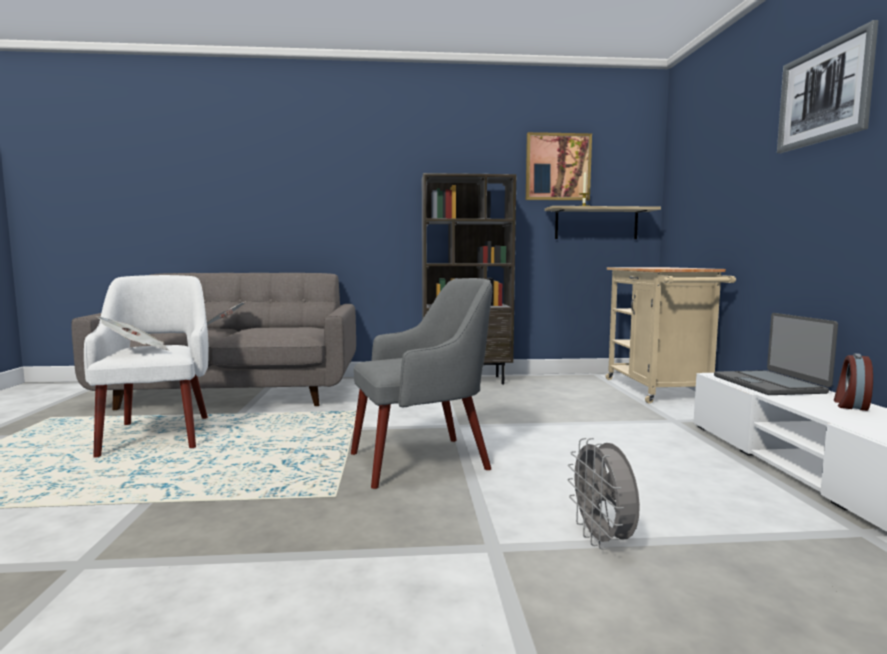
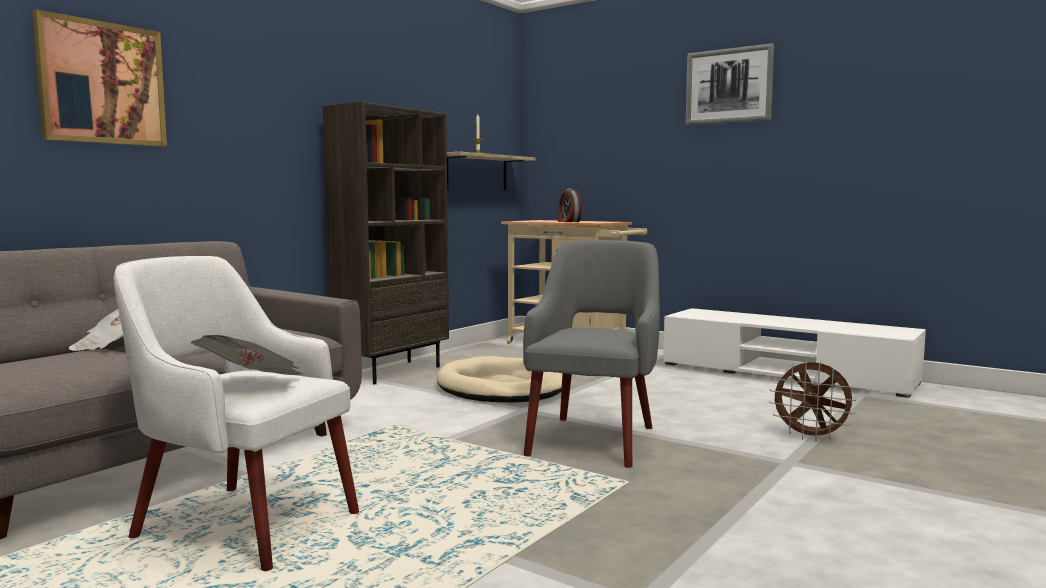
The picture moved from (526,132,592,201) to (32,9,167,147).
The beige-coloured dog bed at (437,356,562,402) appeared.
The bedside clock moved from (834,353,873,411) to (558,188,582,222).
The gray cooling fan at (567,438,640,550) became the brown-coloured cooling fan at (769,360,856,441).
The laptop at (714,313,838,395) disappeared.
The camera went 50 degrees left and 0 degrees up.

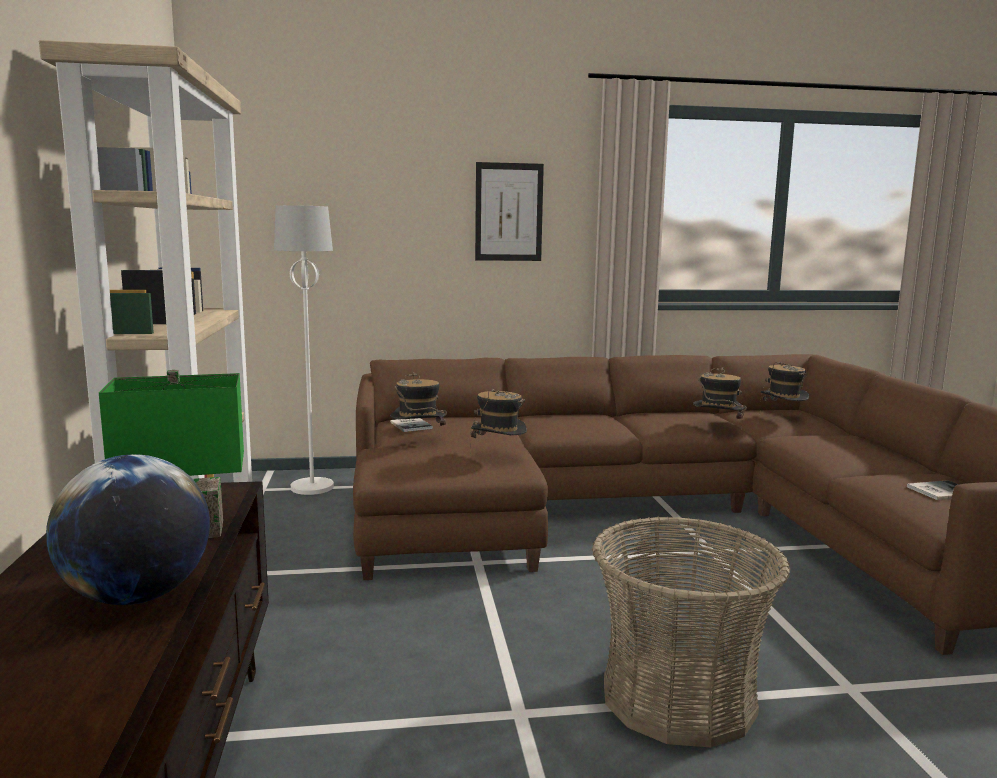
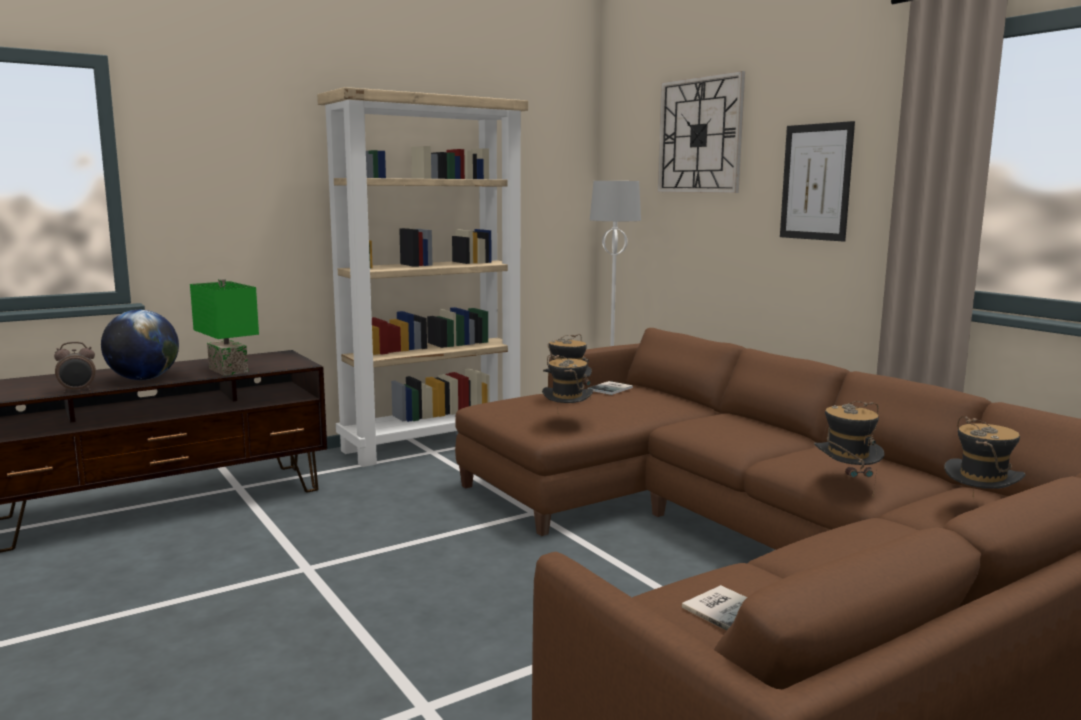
The bedside clock at (54,342,96,393) appeared.
The wall clock at (658,71,745,193) appeared.
The household basket at (592,516,790,747) disappeared.
The camera went 65 degrees right and 0 degrees up.

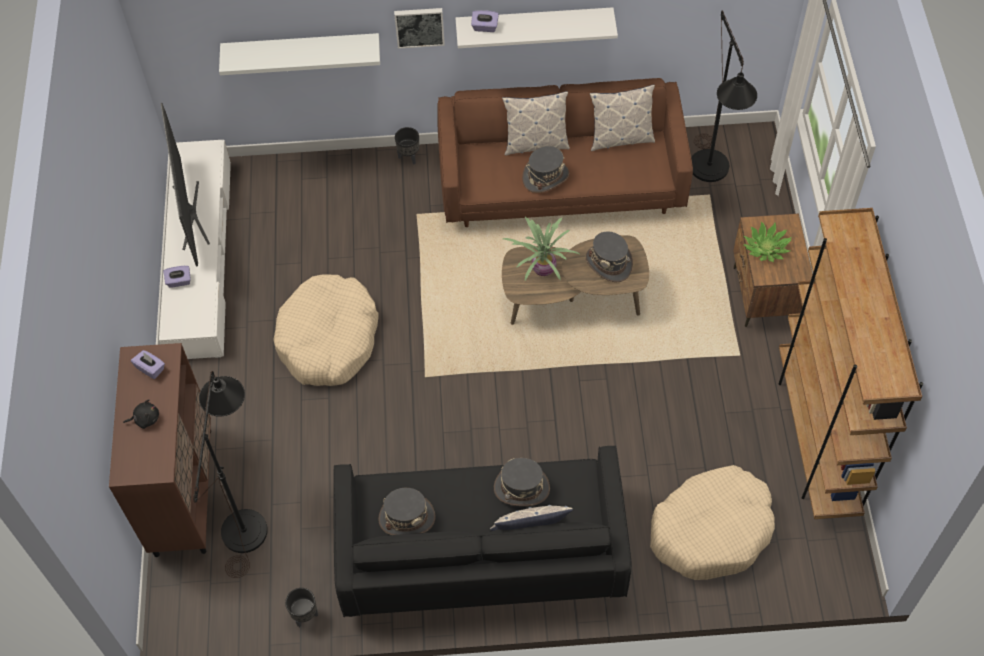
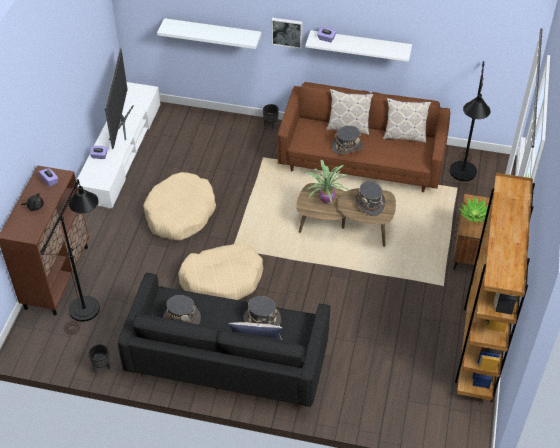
The beige-coloured dog bed moved from (650,465,775,580) to (178,244,263,300).
The camera went 15 degrees right and 10 degrees down.

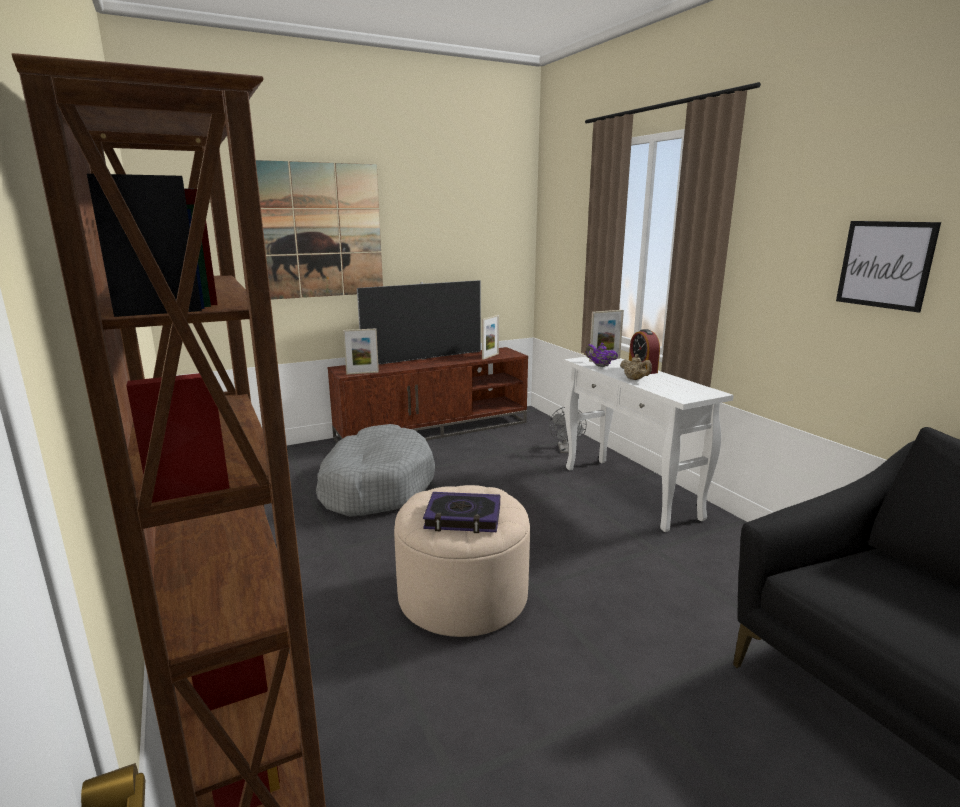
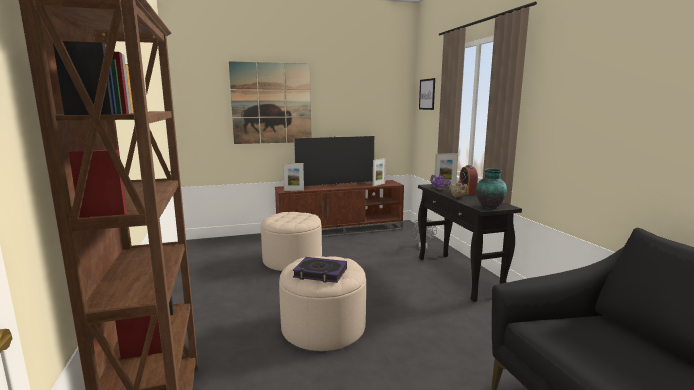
The gray dog bed at (316,424,435,517) was replaced by the beige-coloured footrest at (261,212,322,271).
The whitish narrow table at (564,357,734,532) became the blackish narrow table at (418,184,522,302).
The picture moved from (836,221,941,313) to (419,78,435,110).
The flower vase at (476,168,507,209) appeared.
The camera went 10 degrees right and 5 degrees down.

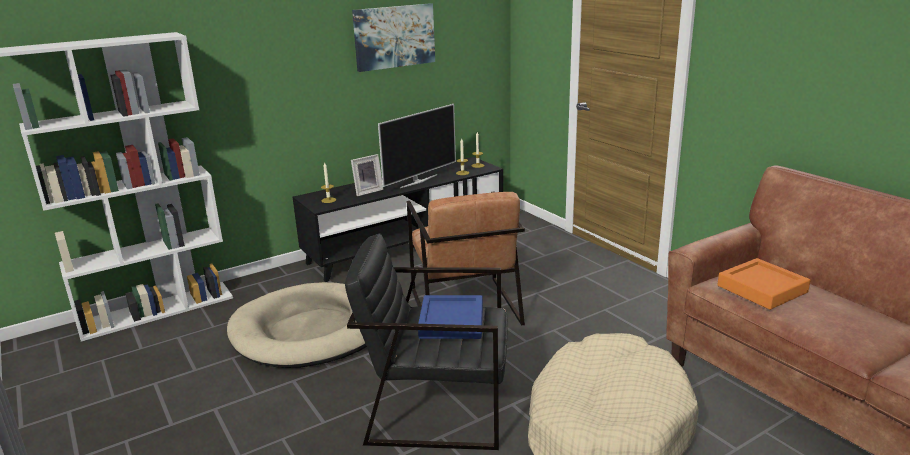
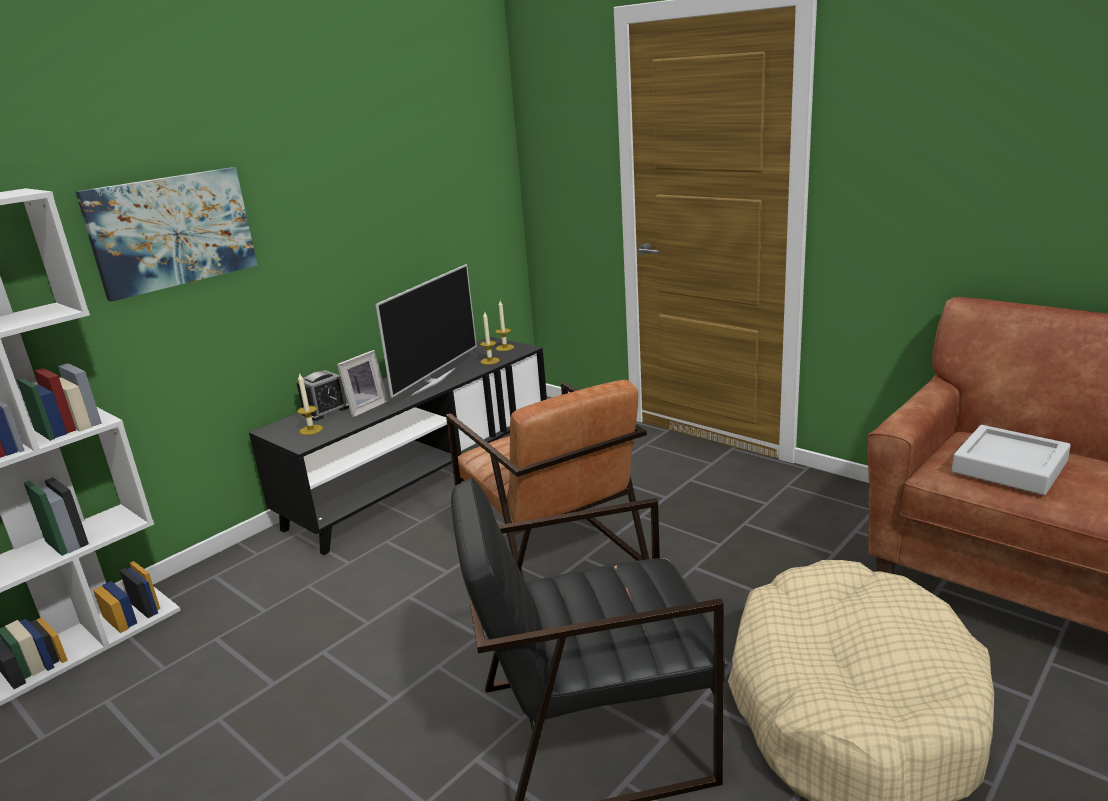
The picture moved from (352,3,435,72) to (75,167,257,302).
The bedside clock at (297,370,349,421) appeared.
The orange carrying tray at (717,258,811,310) became the gray carrying tray at (952,425,1071,495).
The beige-coloured dog bed at (227,282,367,368) disappeared.
The bluish carrying tray at (418,295,483,339) disappeared.
The camera went 15 degrees left and 0 degrees up.

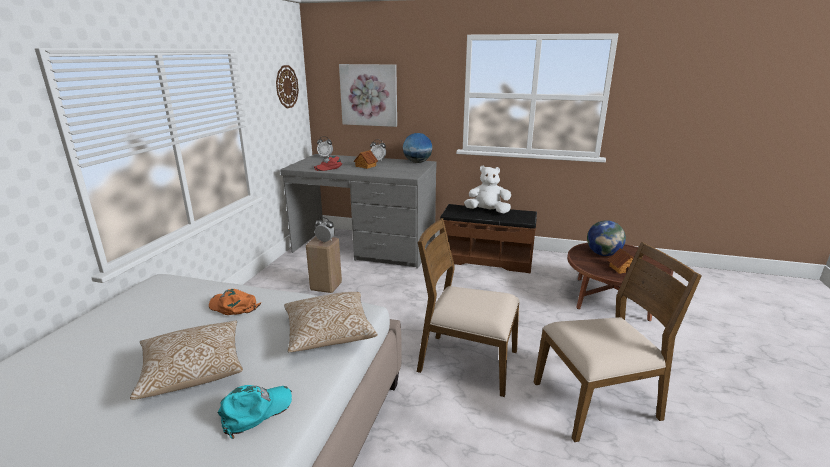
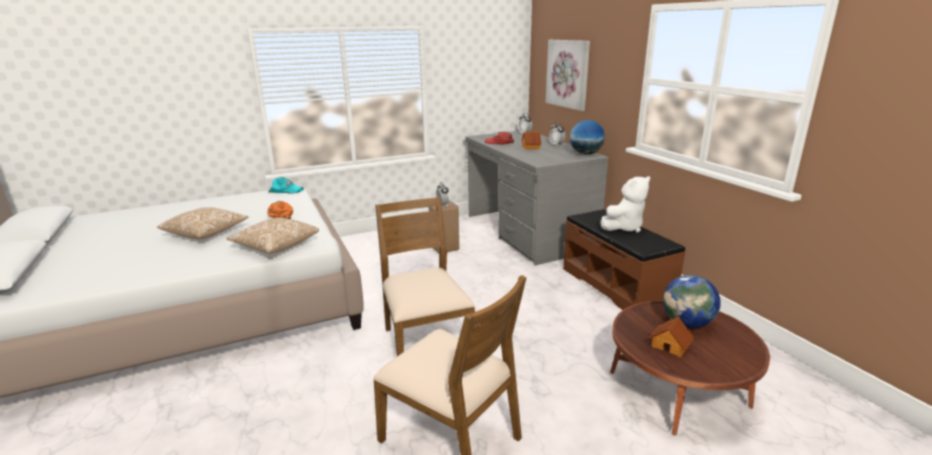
The turquoise cap moved from (217,385,292,439) to (268,177,304,194).
The whitish plush toy at (464,165,511,213) turned 90 degrees clockwise.
The wall clock at (276,65,299,108) disappeared.
The camera went 50 degrees right and 0 degrees up.

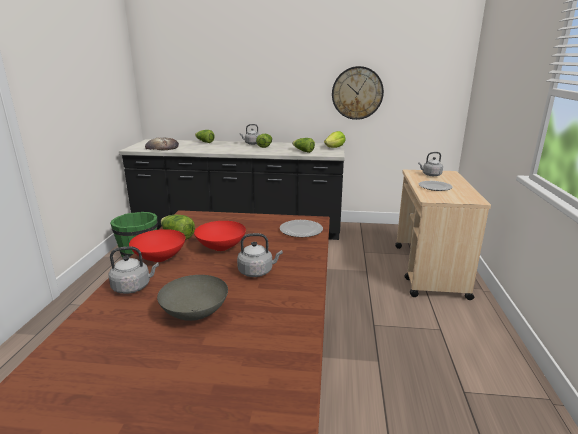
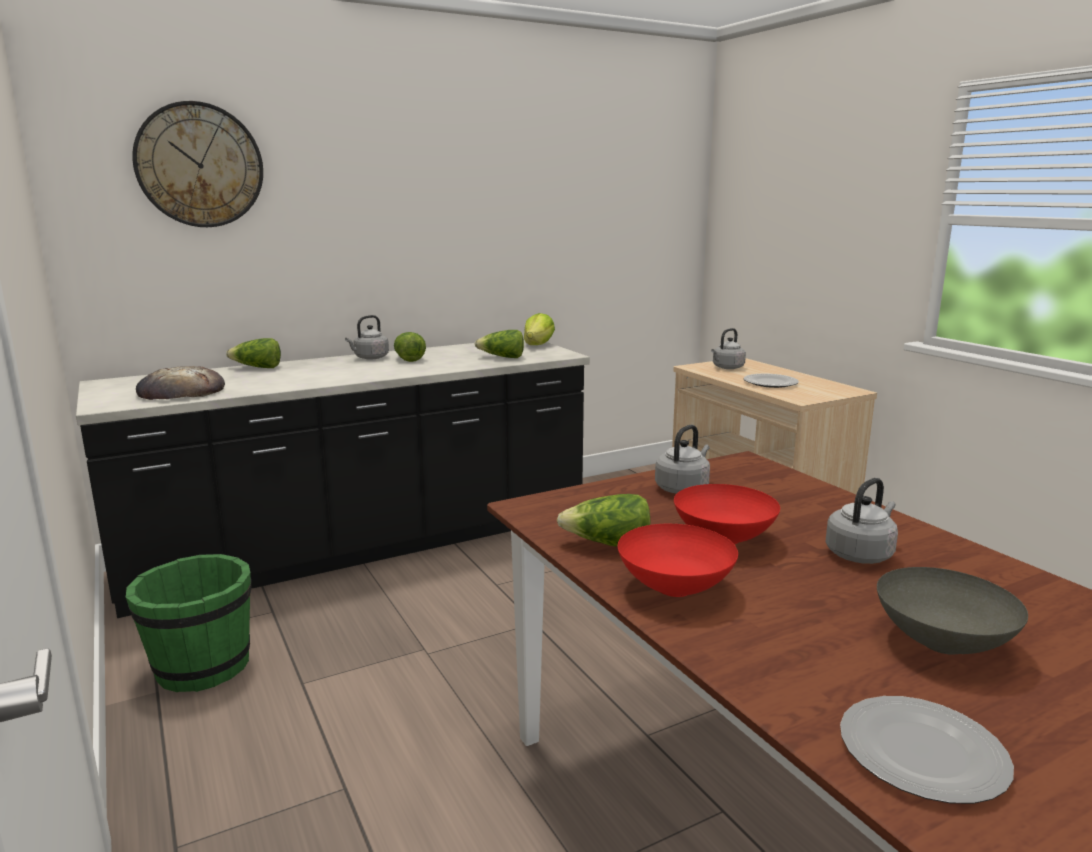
The wall clock moved from (332,66,384,120) to (132,101,263,227).
The gray tea kettle moved from (108,246,159,294) to (655,424,710,494).
The flat dish moved from (280,220,323,237) to (840,696,1014,804).
The camera went 35 degrees left and 5 degrees down.

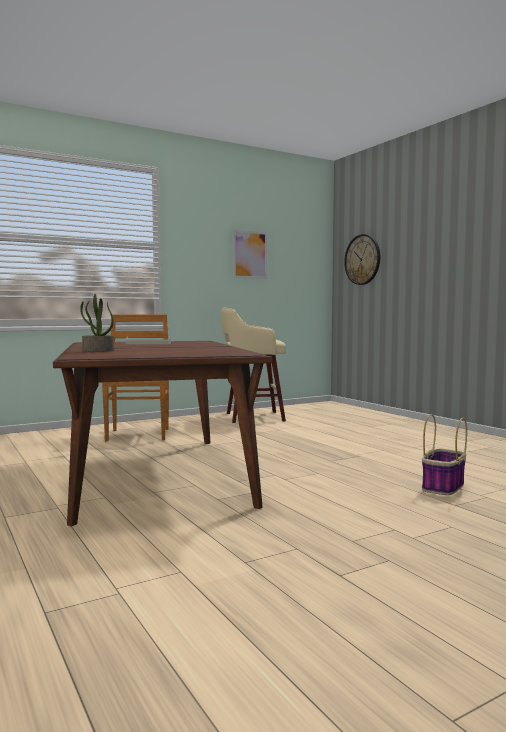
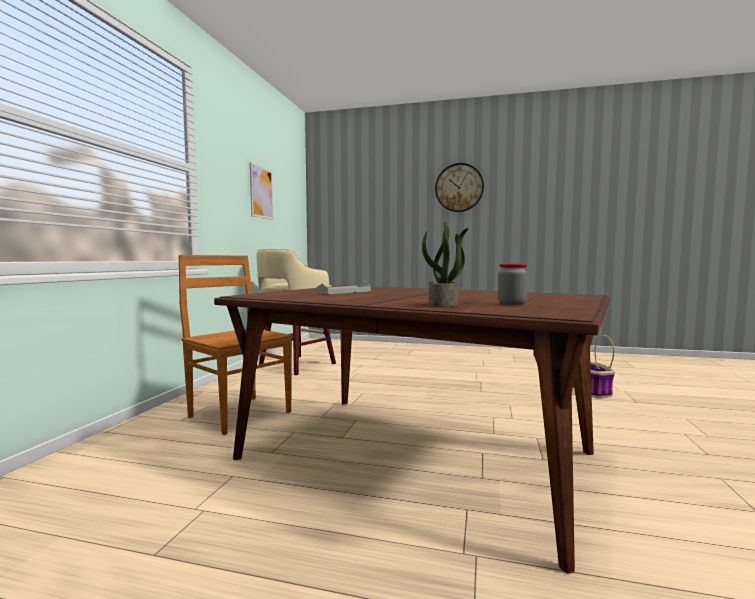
The wall clock moved from (344,234,380,285) to (435,163,484,212).
The jar at (498,263,528,305) appeared.
The camera went 45 degrees left and 0 degrees up.

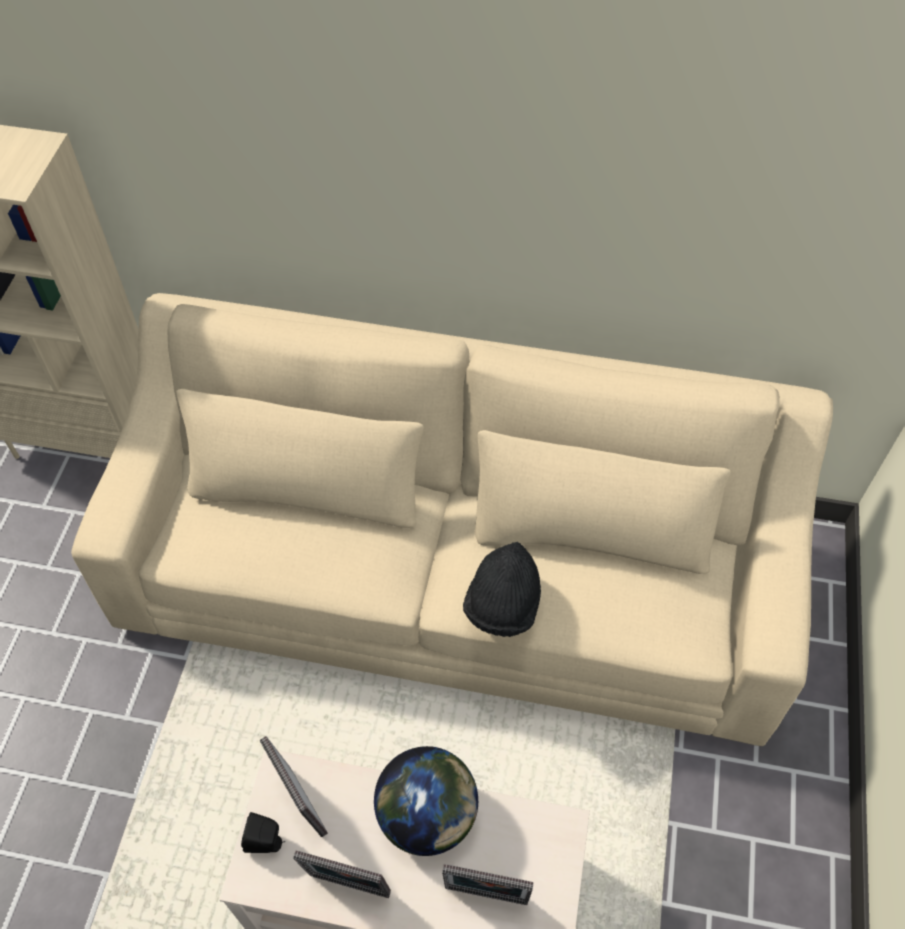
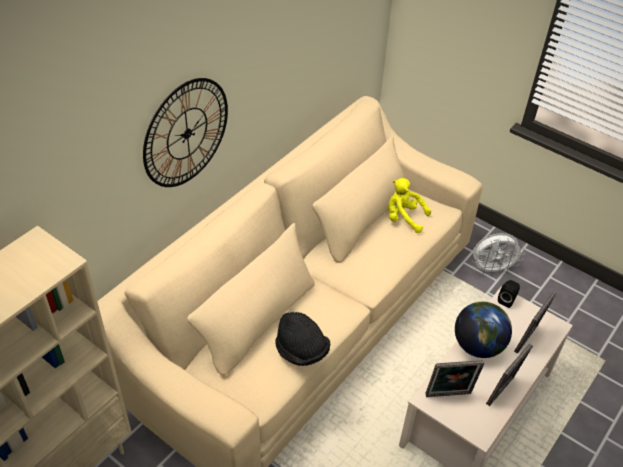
The wall clock at (143,78,228,187) appeared.
The blackish wearable hat moved from (463,542,541,637) to (275,312,330,366).
The yellow plush toy at (388,178,431,233) appeared.
The whitish cooling fan at (472,233,525,275) appeared.
The blackish speaker moved from (241,812,286,853) to (498,280,520,308).
The camera went 65 degrees left and 10 degrees down.

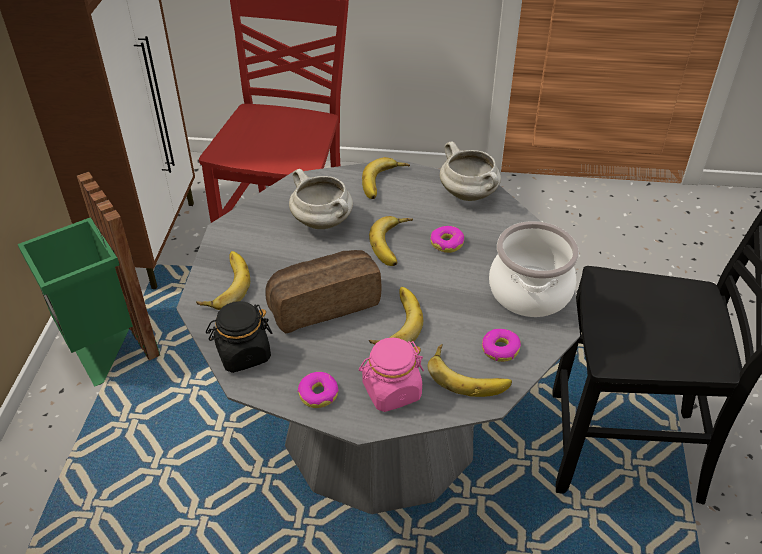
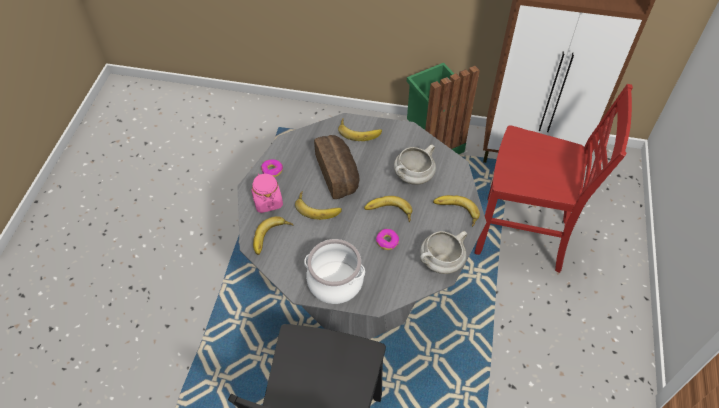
The blackish jar at (206,301,272,373) disappeared.
The ring doughnut at (482,329,521,362) disappeared.
The camera went 95 degrees right and 10 degrees up.

